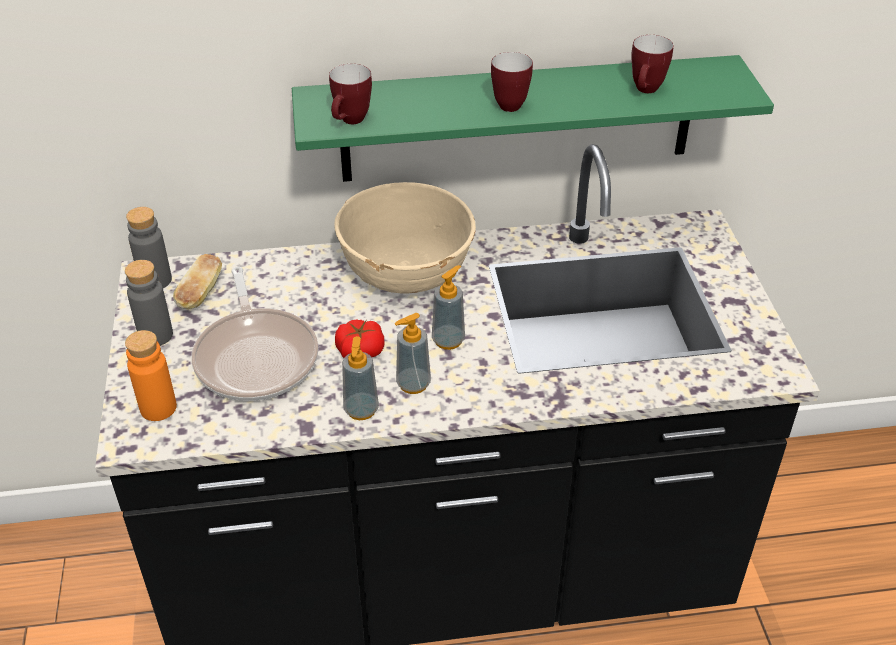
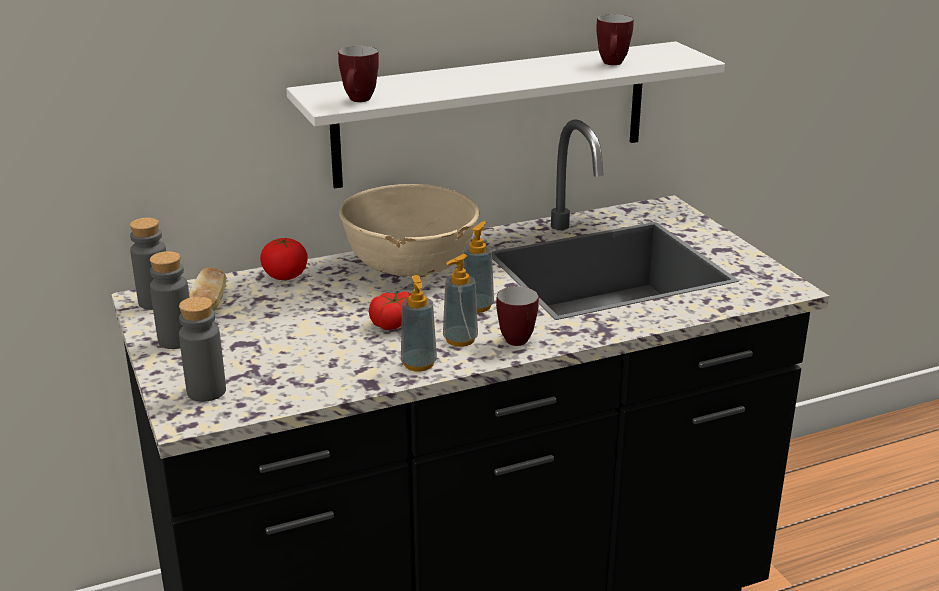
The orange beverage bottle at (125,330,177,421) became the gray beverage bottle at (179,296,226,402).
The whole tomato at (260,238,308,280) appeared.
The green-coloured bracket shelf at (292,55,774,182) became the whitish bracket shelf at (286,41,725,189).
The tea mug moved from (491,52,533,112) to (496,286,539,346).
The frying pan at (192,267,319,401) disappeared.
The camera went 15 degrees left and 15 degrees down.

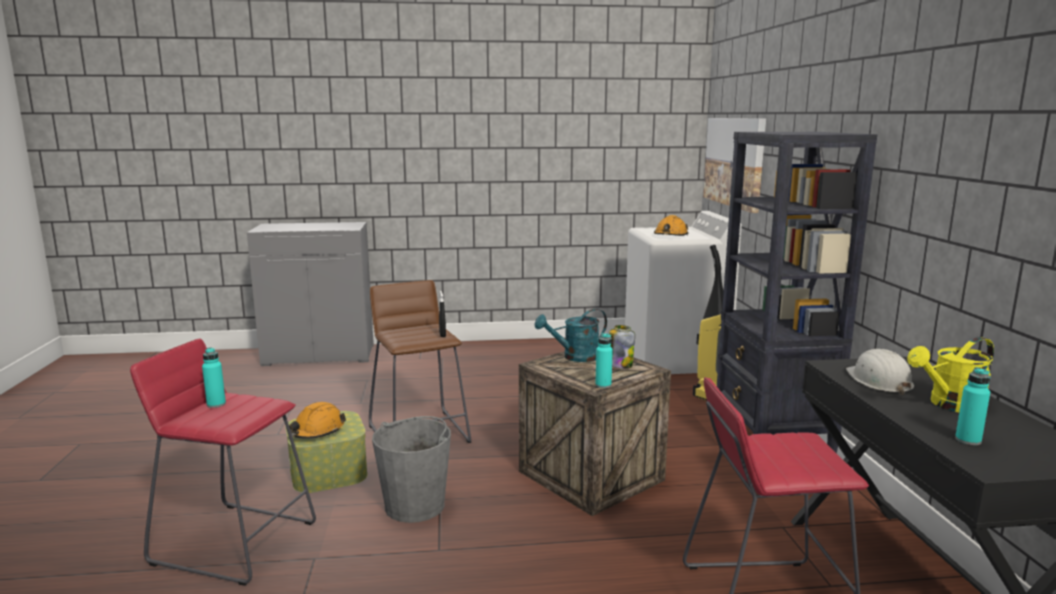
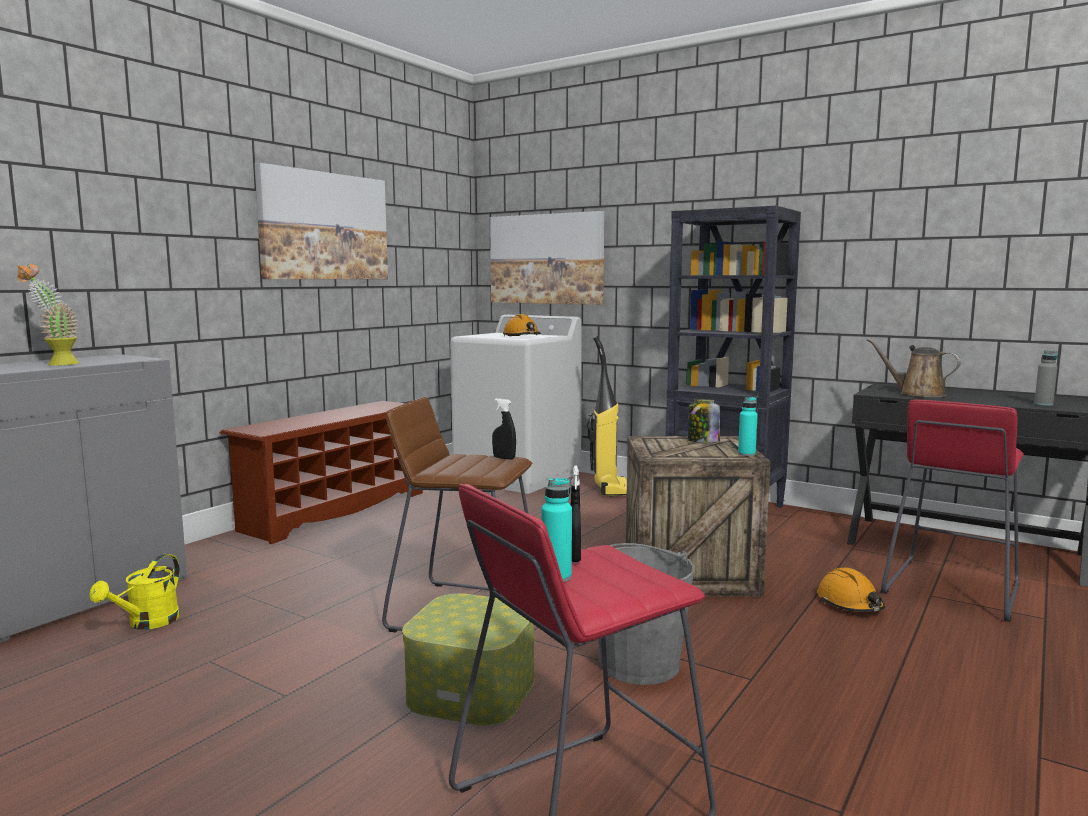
The plant in a pot at (17,264,79,366) appeared.
The yellow watering can moved from (907,337,994,412) to (90,554,180,630).
The brown-coloured shoe stand at (219,401,423,544) appeared.
The picture at (254,163,388,279) appeared.
The blackish sprayer at (571,466,581,562) appeared.
The orange safety helmet moved from (289,402,346,439) to (817,568,885,612).
The whitish safety helmet at (846,349,914,395) was replaced by the brown-coloured watering can at (867,339,961,397).
The turquoise beverage bottle at (955,367,990,445) became the gray beverage bottle at (1034,350,1058,406).
The turquoise watering can at (535,309,607,362) disappeared.
The camera went 50 degrees left and 5 degrees down.

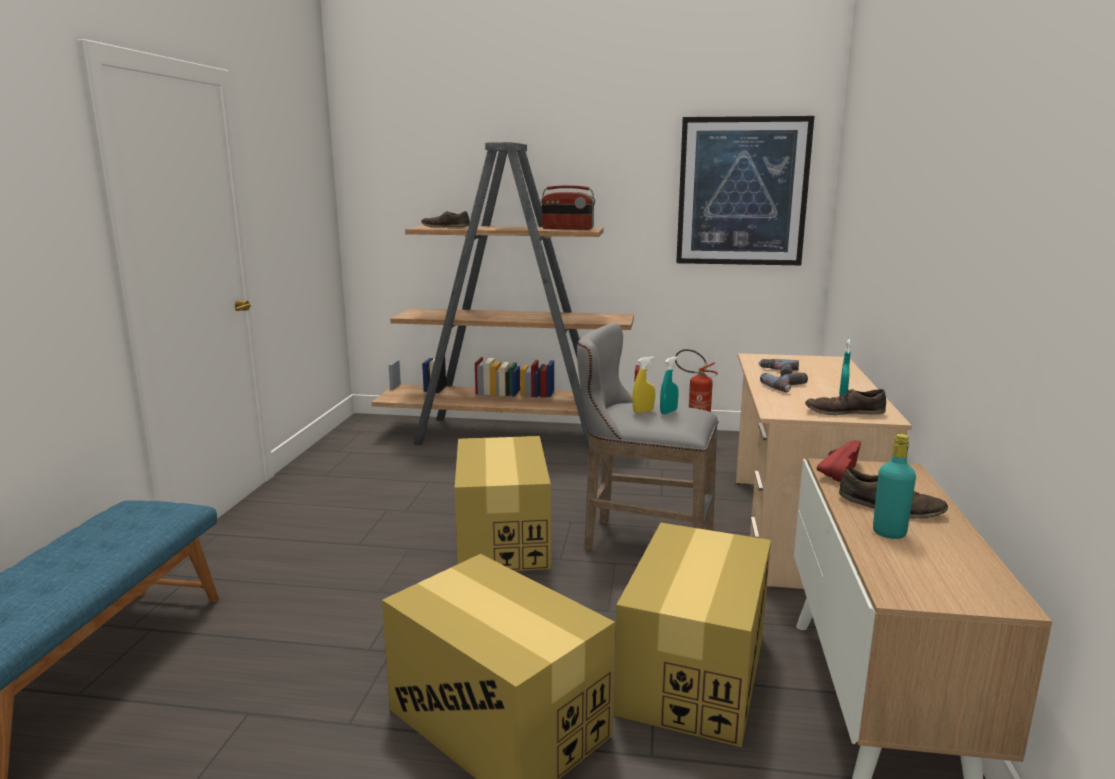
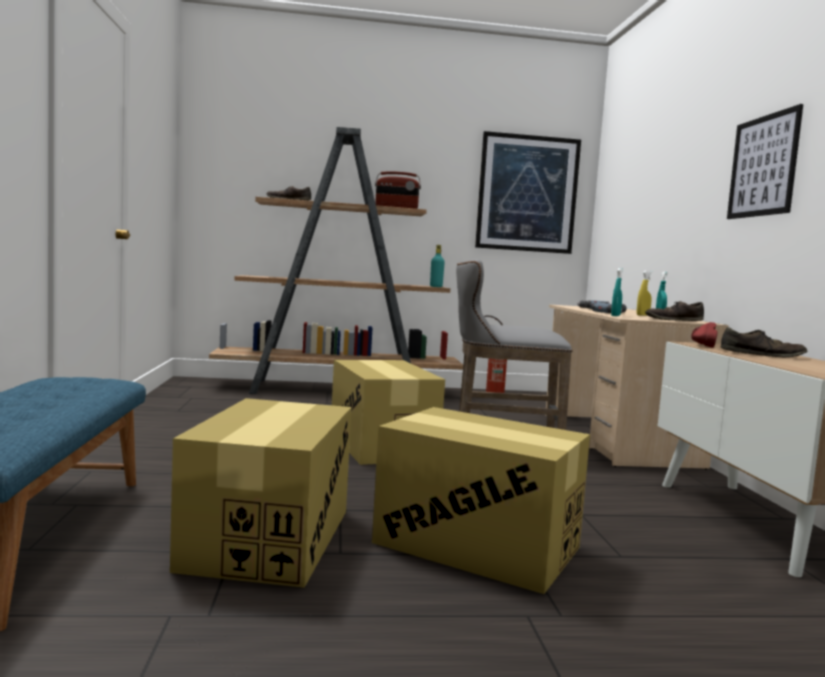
The packing box moved from (614,523,771,747) to (170,398,352,588).
The turquoise beverage bottle moved from (873,434,916,539) to (430,245,445,287).
The turquoise sprayer moved from (660,356,678,414) to (611,268,623,316).
The yellow sprayer moved from (633,357,655,413) to (637,271,652,316).
The picture at (727,104,803,219) appeared.
The camera went 15 degrees left and 10 degrees down.

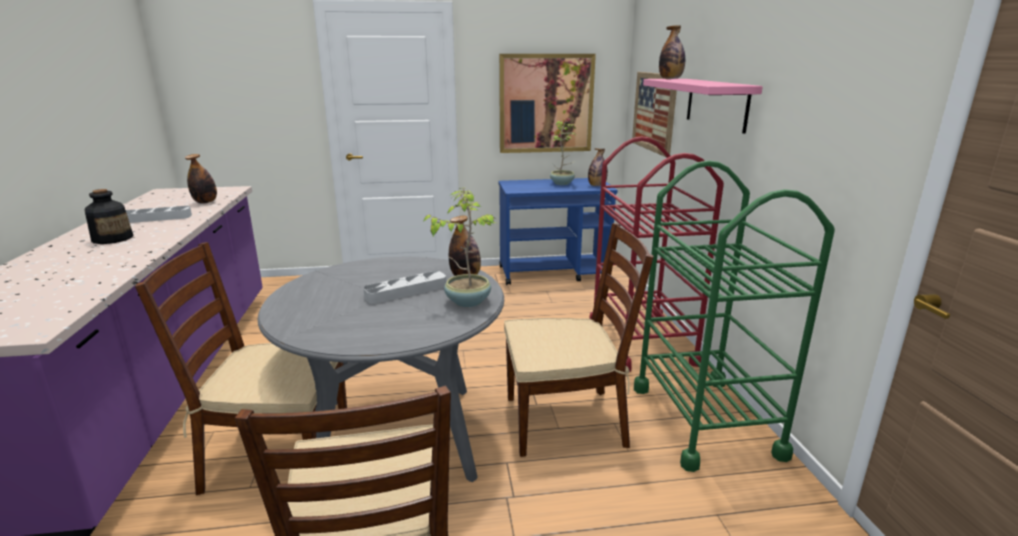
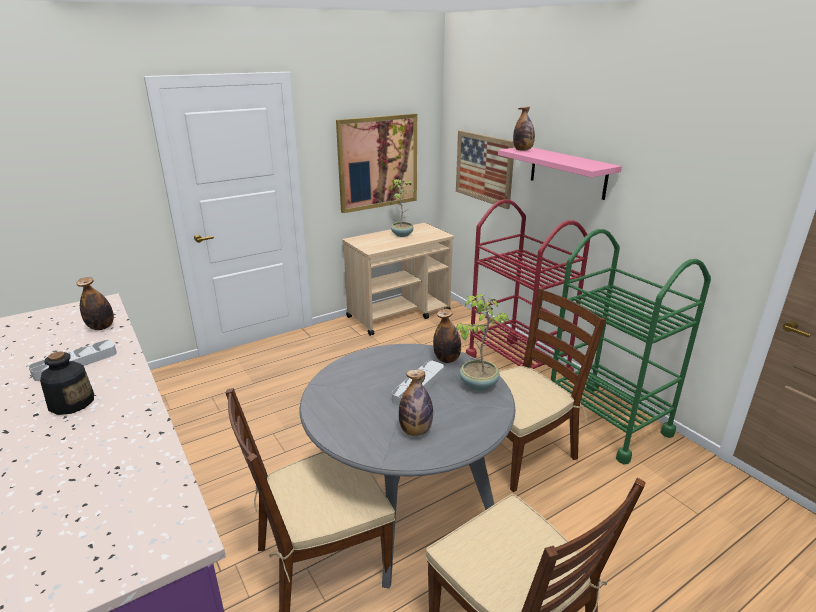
The bluish trolley at (499,178,618,285) became the beige-coloured trolley at (342,223,454,336).
The beverage bottle moved from (588,148,608,186) to (399,369,433,436).
The camera went 25 degrees left and 5 degrees up.

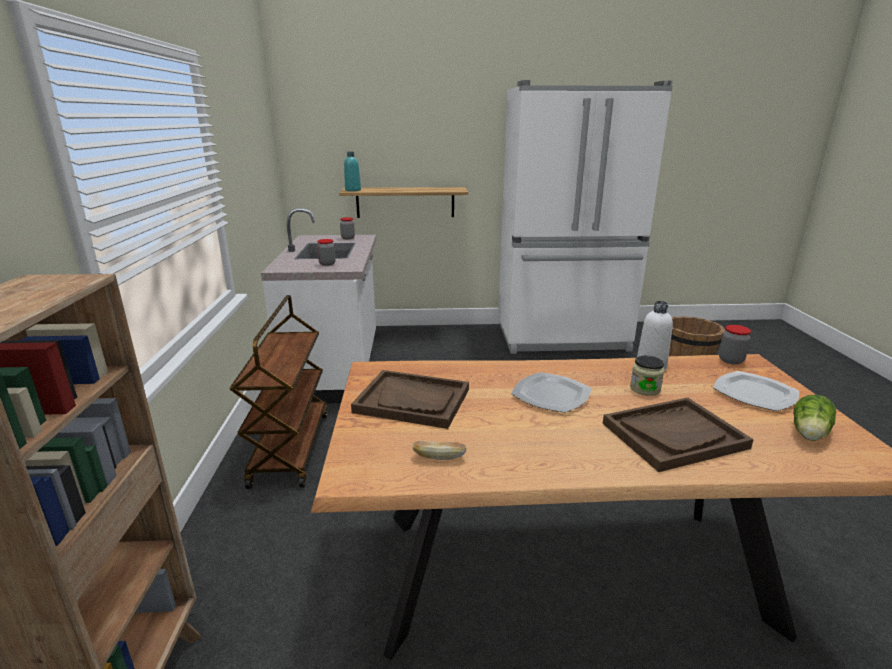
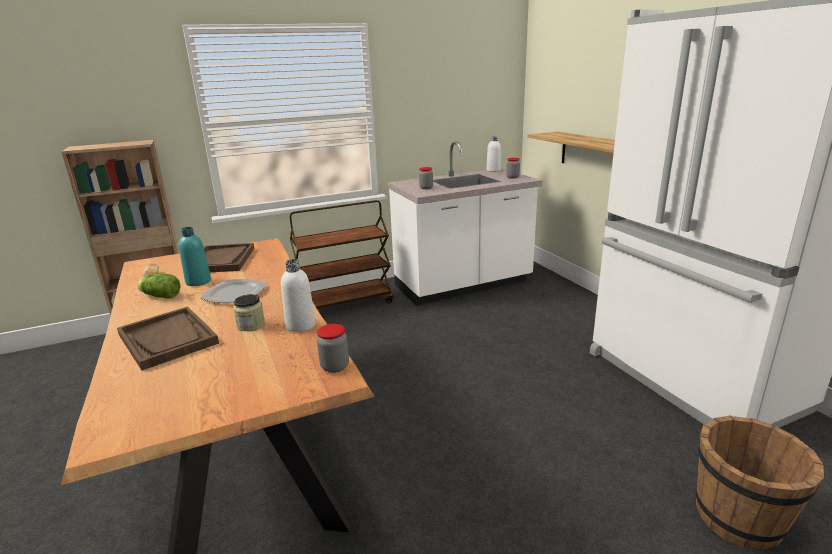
The lettuce head moved from (794,395,837,441) to (137,274,180,299).
The turquoise beverage bottle moved from (344,152,361,191) to (179,227,211,286).
The whitish beverage bottle at (487,136,501,172) appeared.
The flat dish at (714,371,799,411) disappeared.
The camera went 70 degrees right and 0 degrees up.

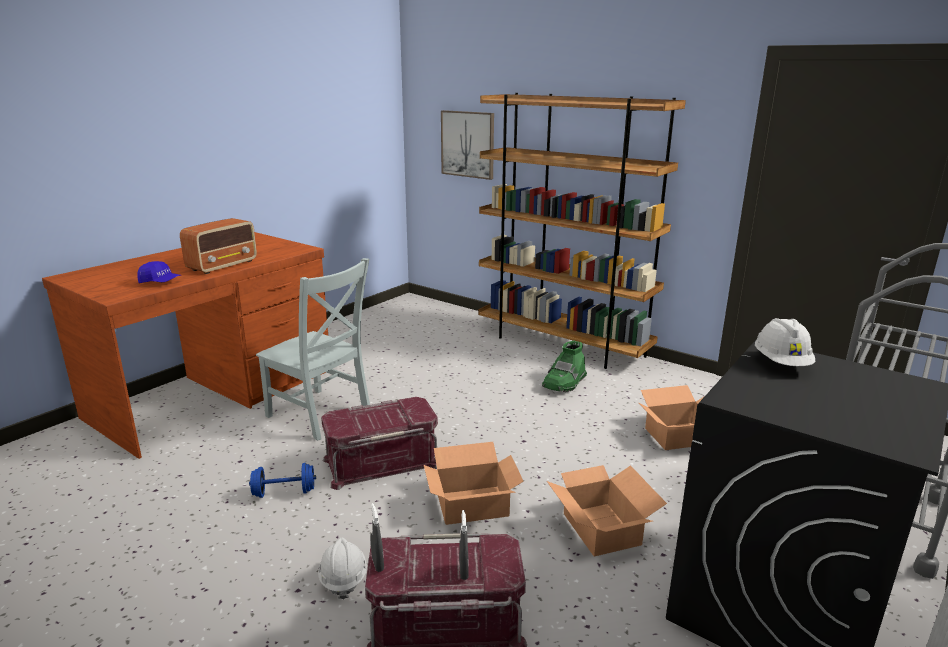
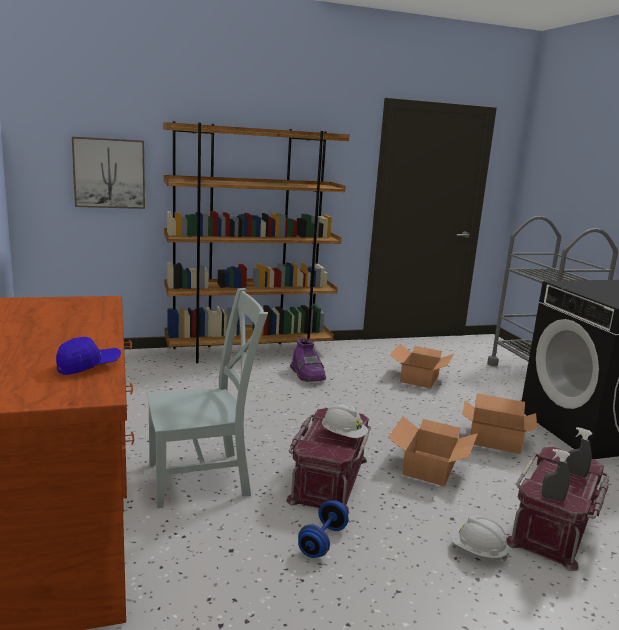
The green-coloured boot at (542,341,587,392) became the purple-coloured boot at (290,338,326,382).
The whitish safety helmet moved from (755,318,815,366) to (322,403,368,438).
The radio receiver at (180,218,257,274) disappeared.
The camera went 55 degrees left and 5 degrees down.

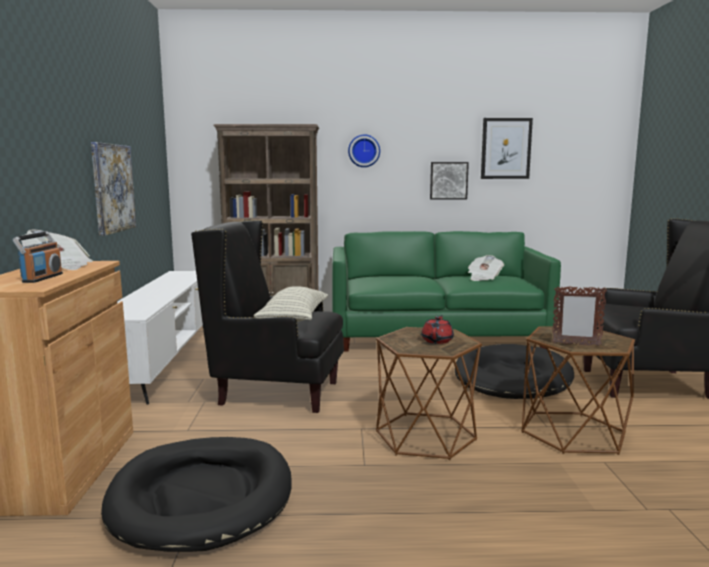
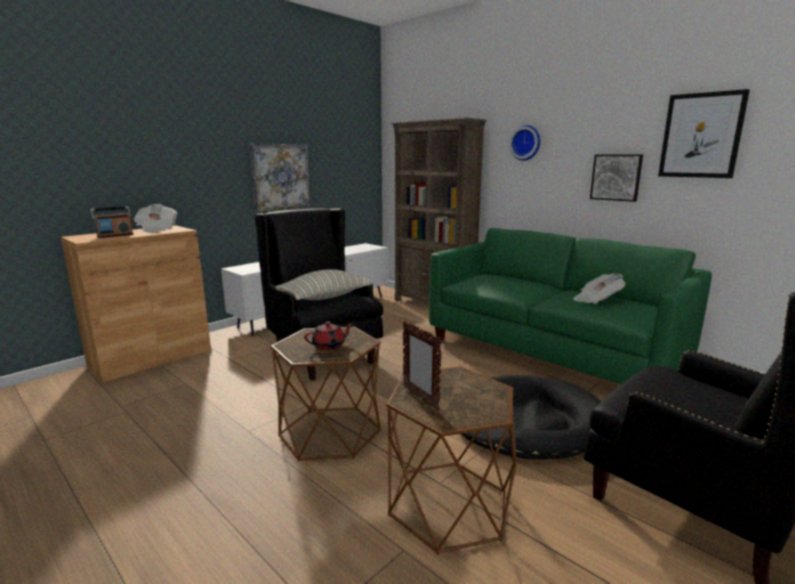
The blackish dog bed at (101,437,292,552) disappeared.
The camera went 45 degrees right and 5 degrees up.

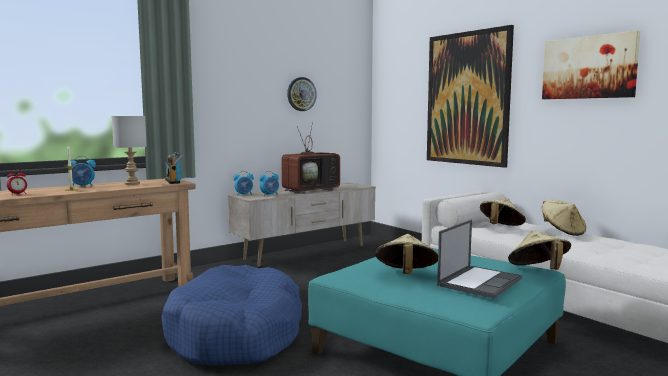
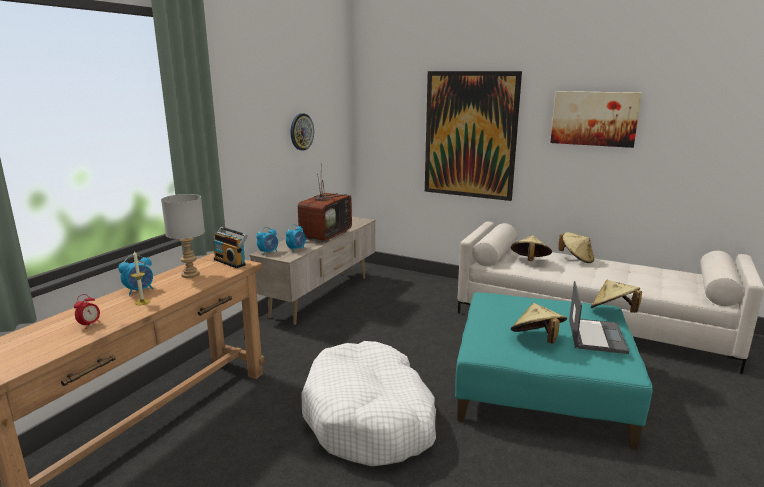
The bluish dog bed at (162,265,302,365) became the whitish dog bed at (301,341,436,466).
The camera went 25 degrees left and 10 degrees up.

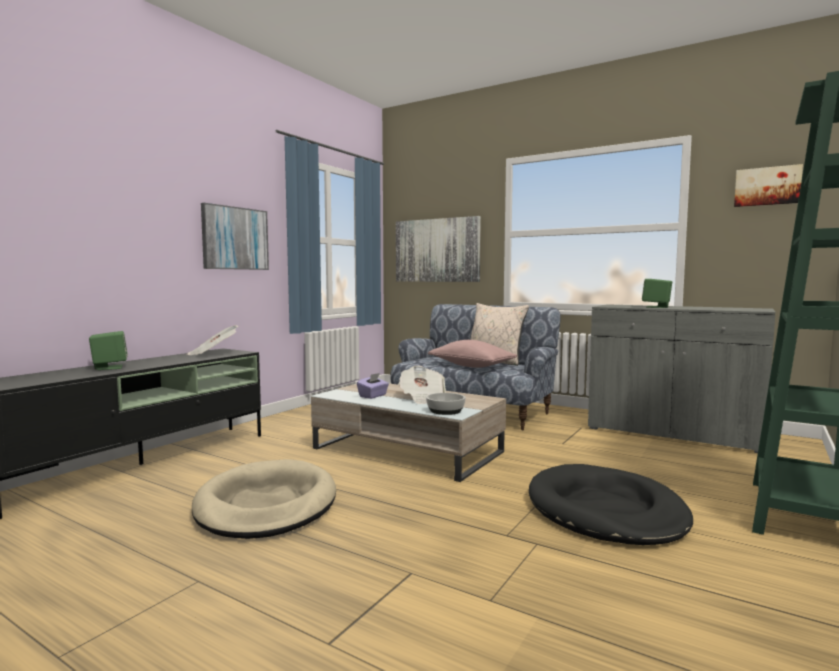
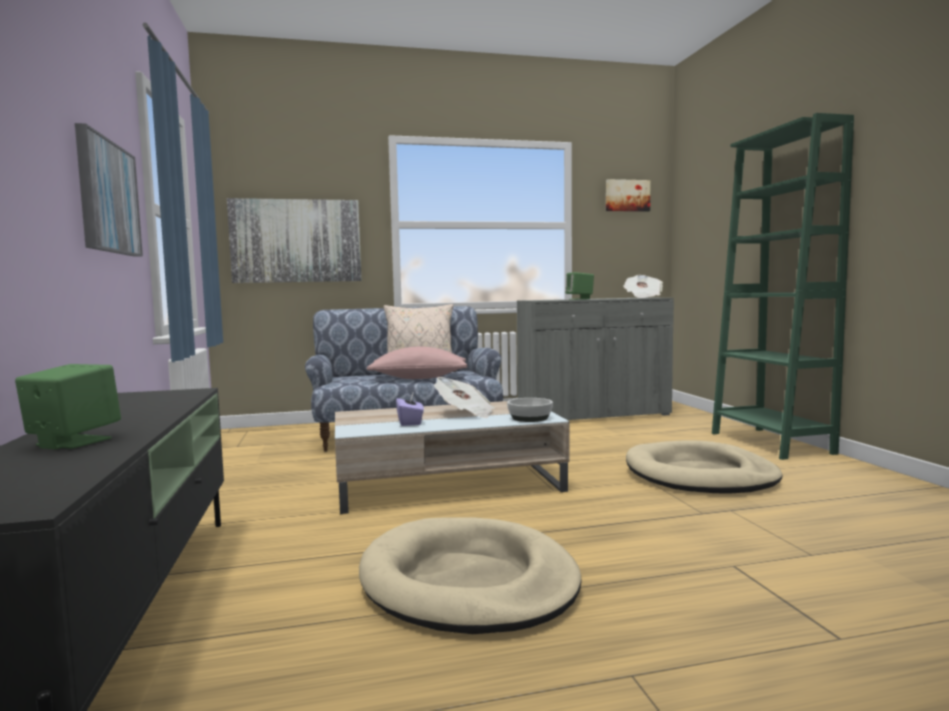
The printed paper moved from (187,325,239,355) to (623,275,663,298).
The blackish dog bed at (529,464,693,545) became the beige-coloured dog bed at (626,440,782,494).
The camera went 45 degrees left and 0 degrees up.

